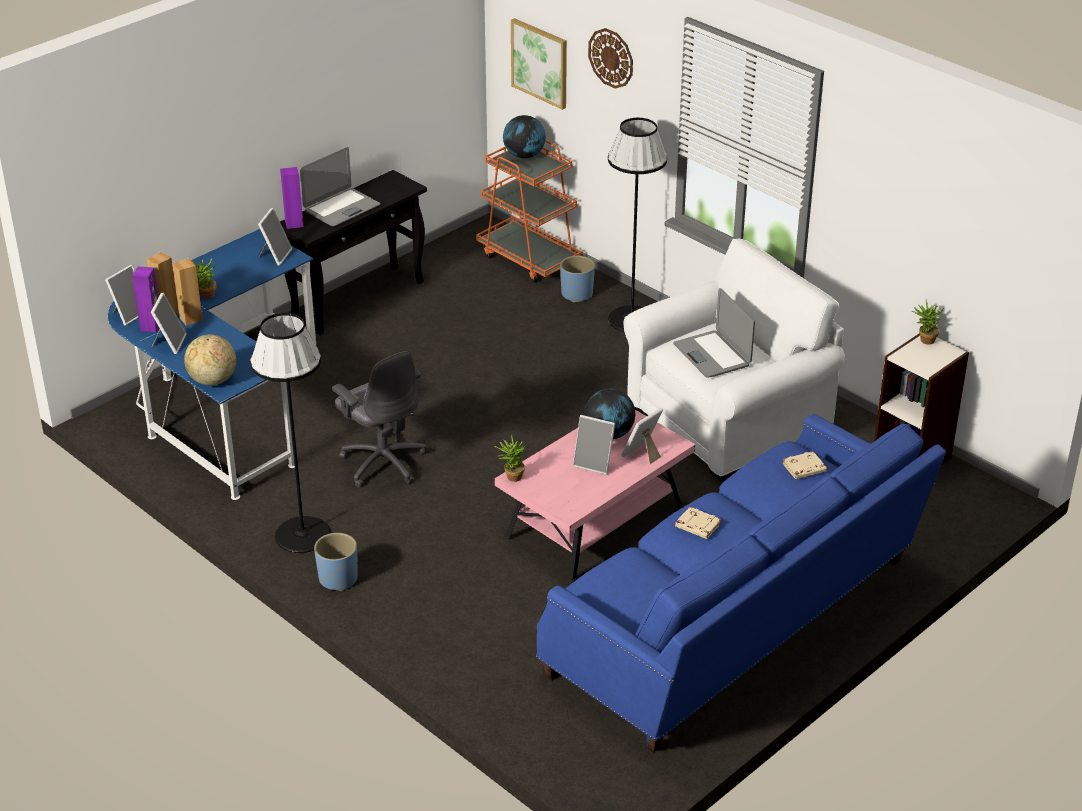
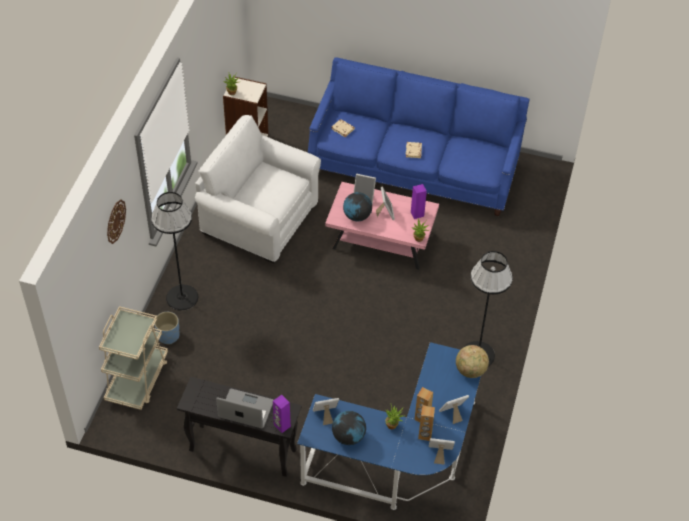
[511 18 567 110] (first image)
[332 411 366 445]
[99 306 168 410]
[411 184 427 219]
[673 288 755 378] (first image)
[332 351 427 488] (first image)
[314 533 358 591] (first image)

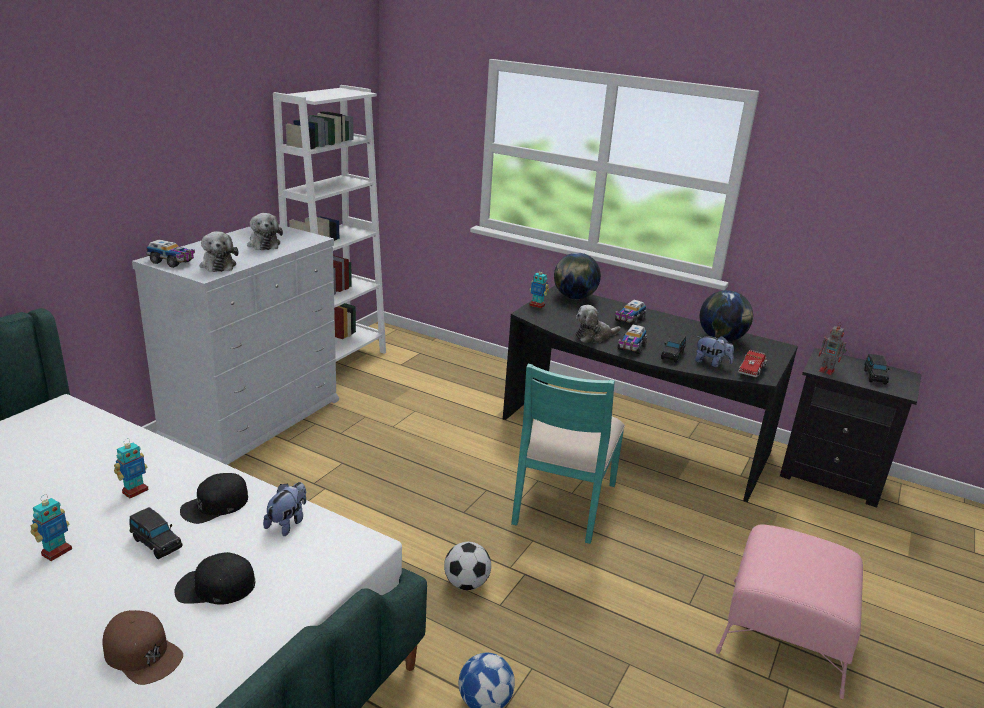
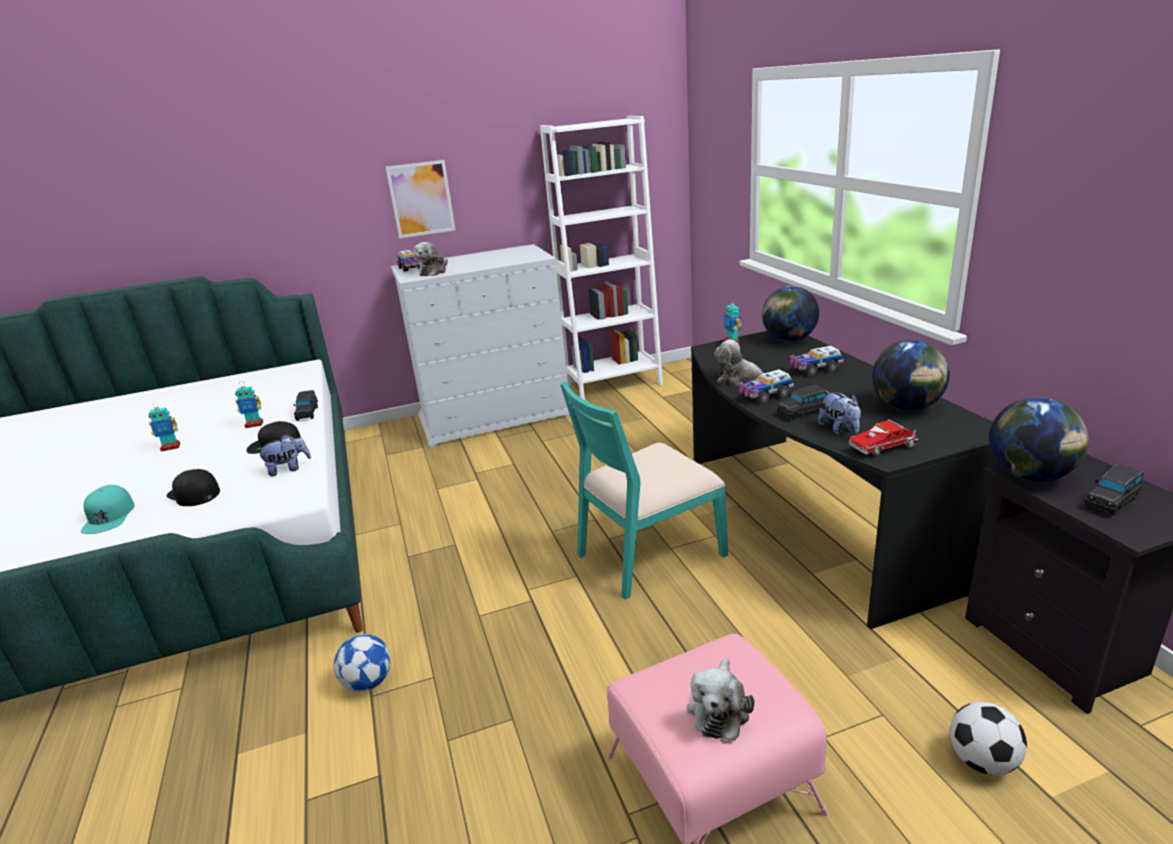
[687 658 754 741]
[989 397 1089 482]
[294 390 318 421]
[950 702 1027 775]
[81 485 135 534]
[386 160 455 238]

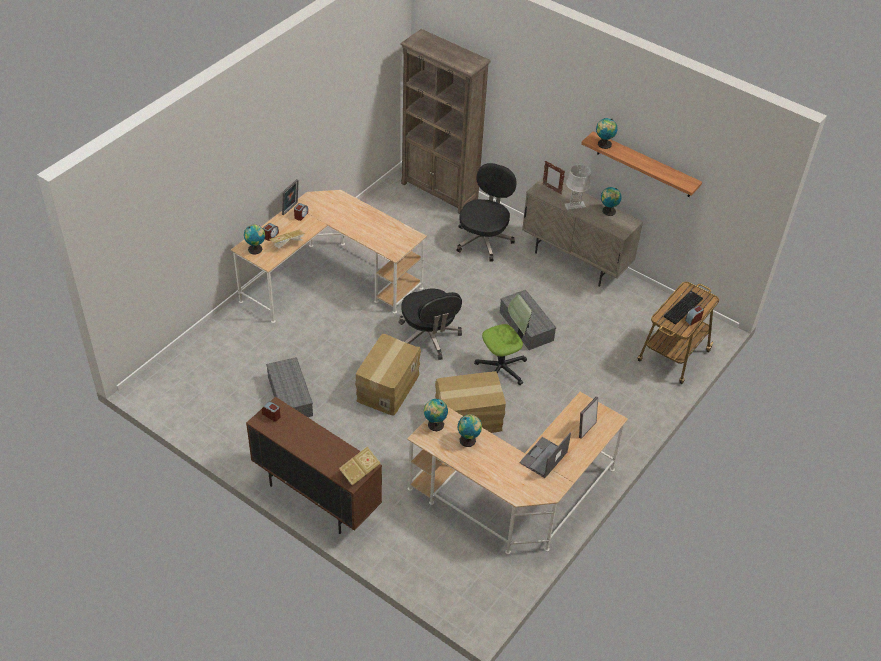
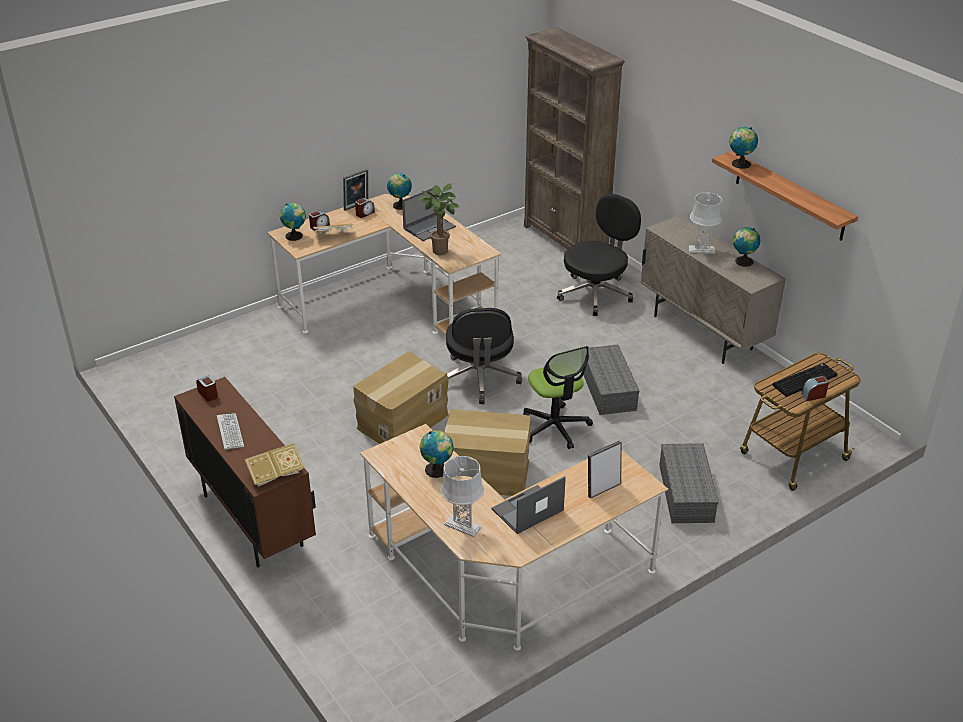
[543 161 565 194] (first image)
[523 346 593 449]
[659 443 719 523]
[387 173 412 210]
[418 183 460 255]
[402 188 456 241]
[217 413 244 450]
[440 456 484 537]

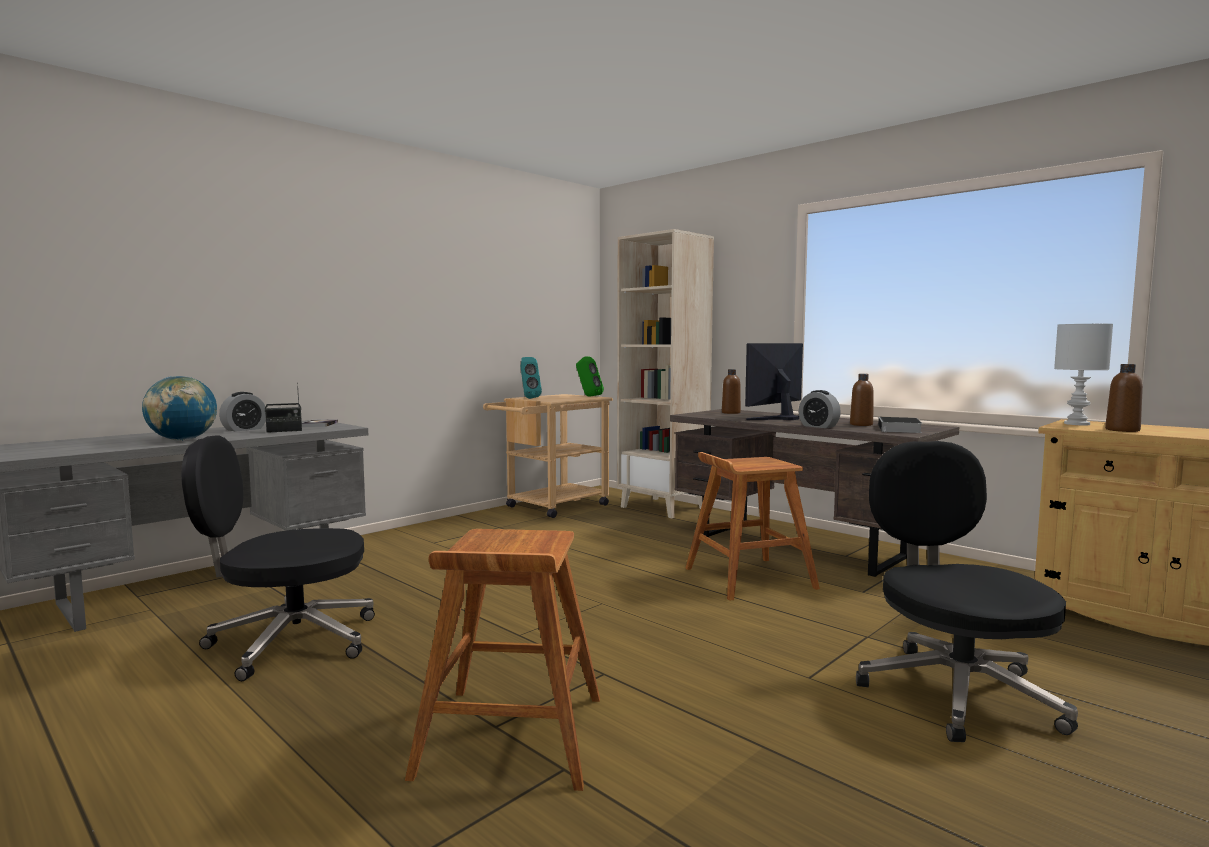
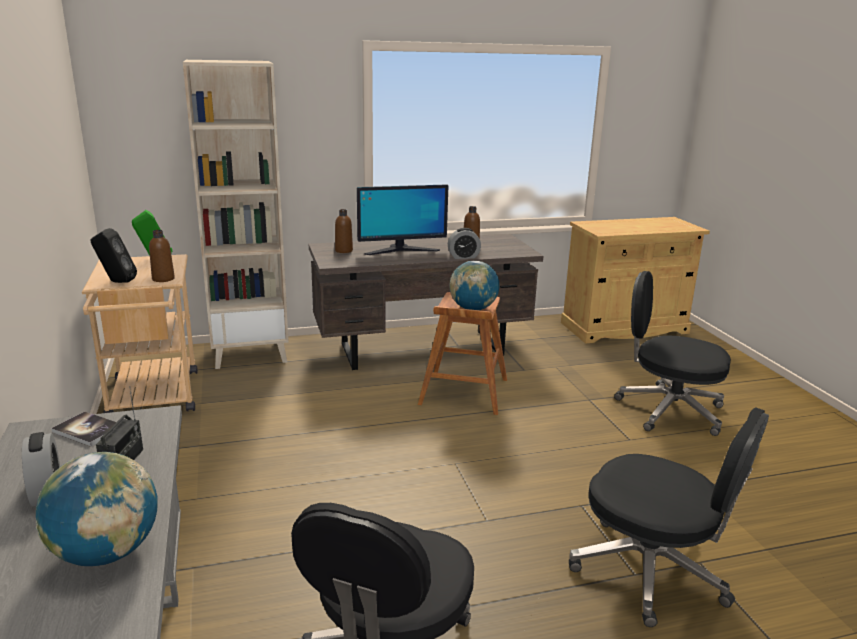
[1054 324 1113 425] (first image)
[357 184 448 255]
[91 228 137 283]
[149 230 175 282]
[878 417 922 433] (first image)
[569 408 769 627]
[449 261 500 310]

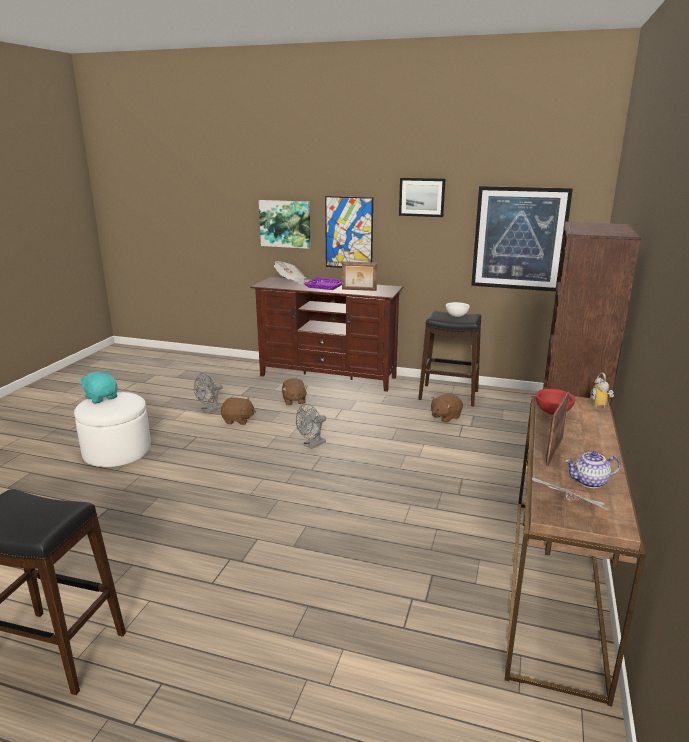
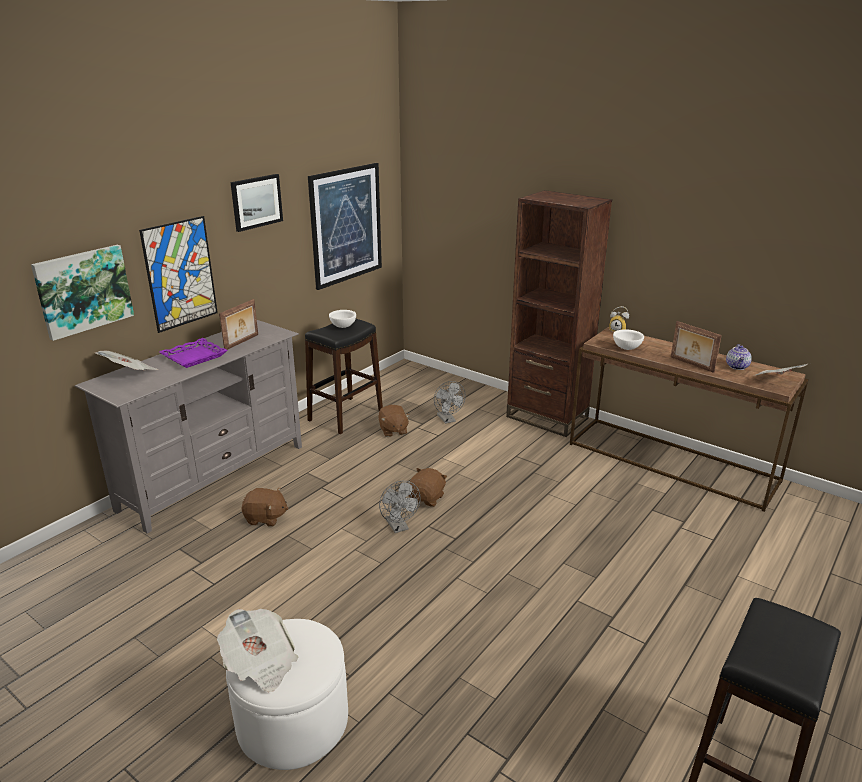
[75 320 302 534]
[217 609 299 692]
[434 381 466 424]
[613 329 644 350]
[409 468 447 507]

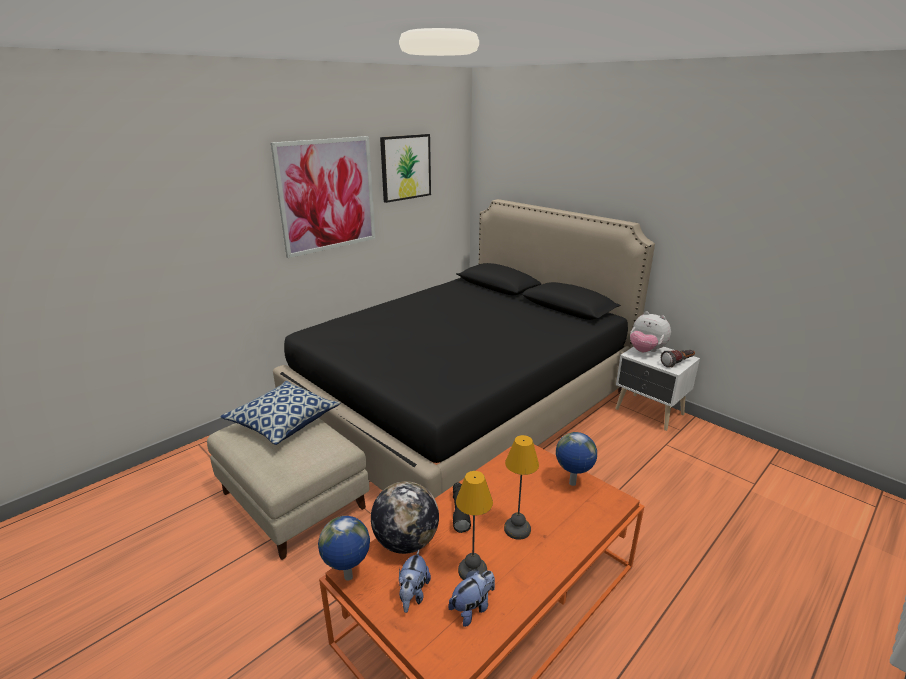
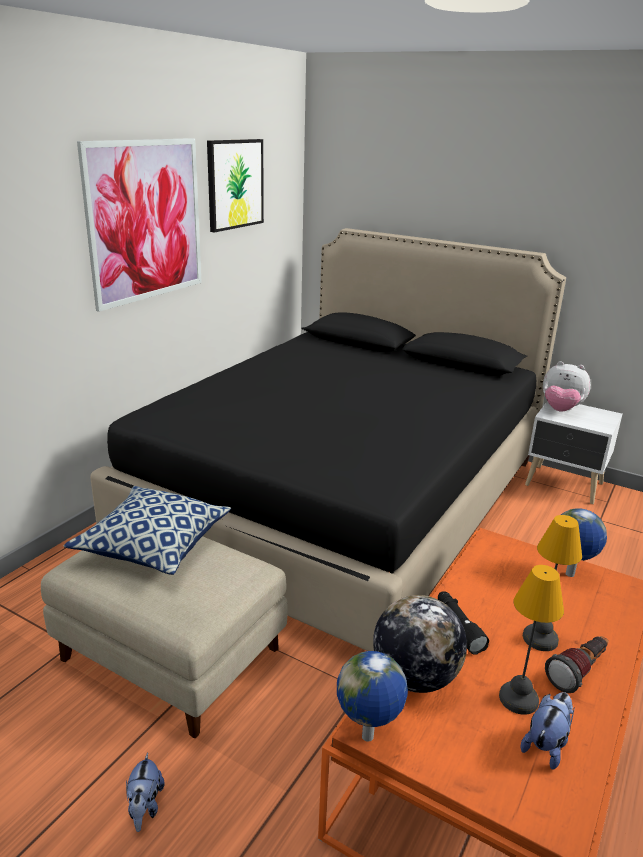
[545 636 608 693]
[126 752 165 832]

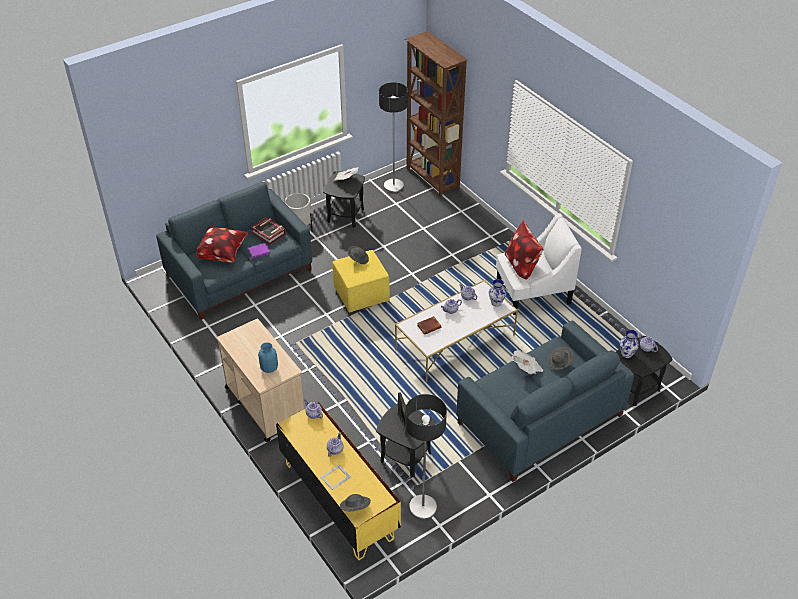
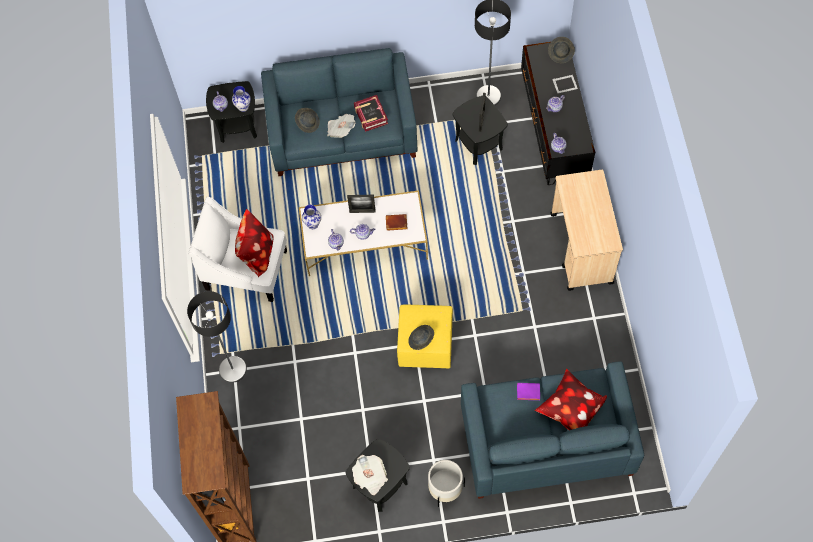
[187 291 247 383]
[354 95 388 132]
[258 342 278 373] (first image)
[521 42 595 185]
[347 195 376 213]

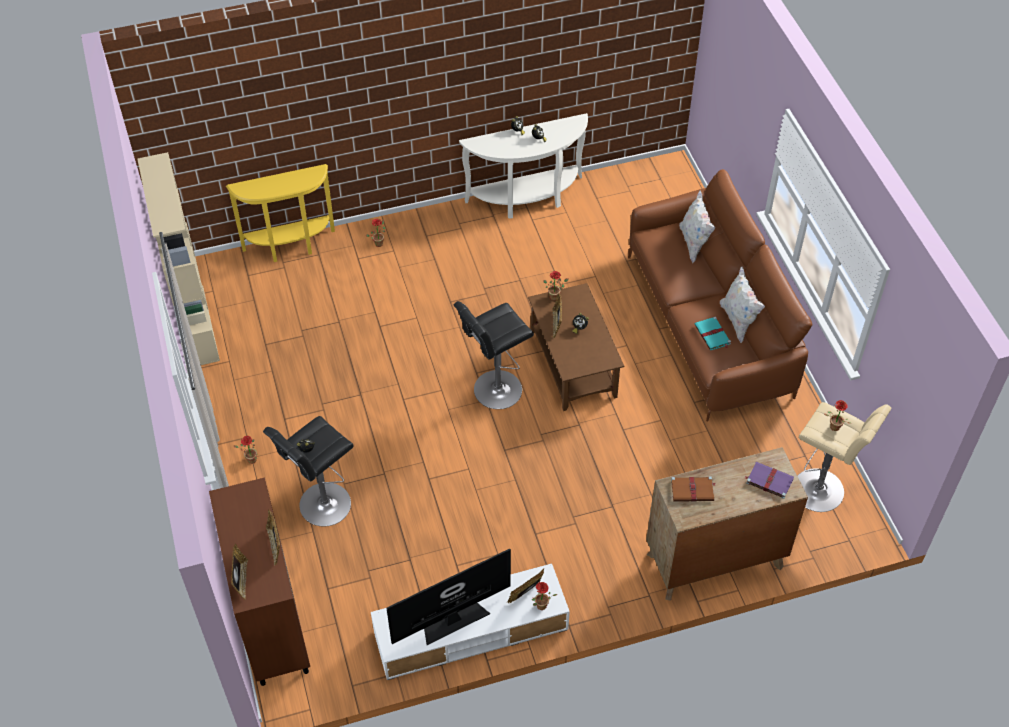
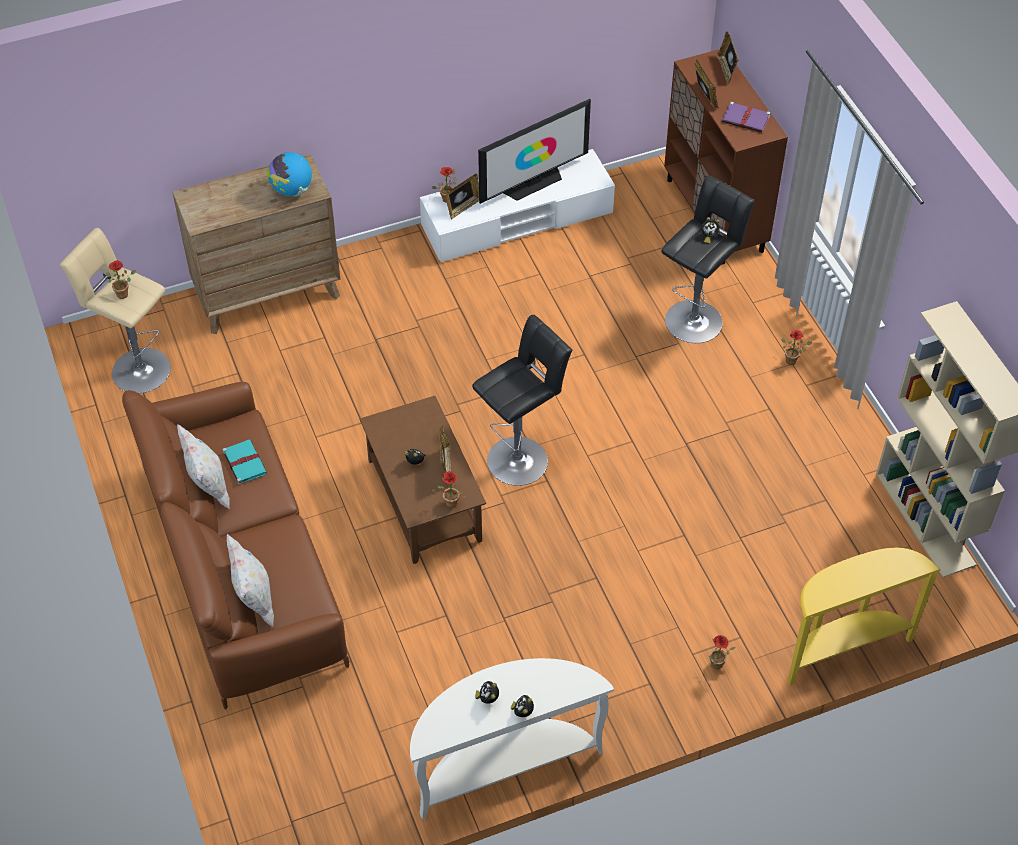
[722 102 772 133]
[267 152 312 196]

